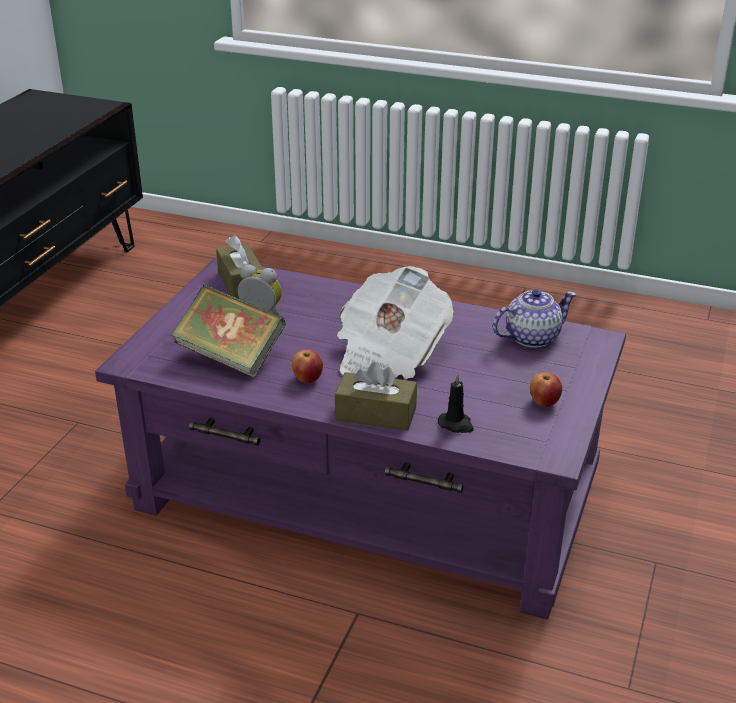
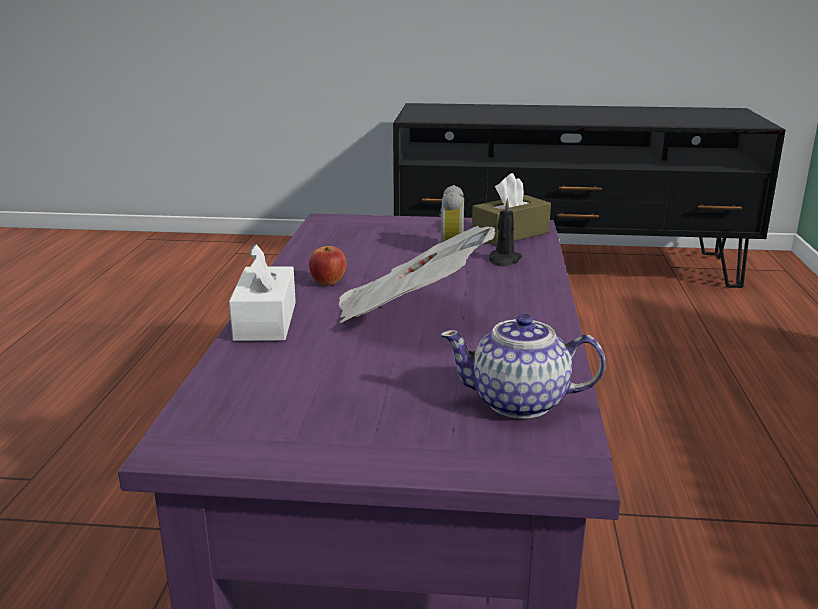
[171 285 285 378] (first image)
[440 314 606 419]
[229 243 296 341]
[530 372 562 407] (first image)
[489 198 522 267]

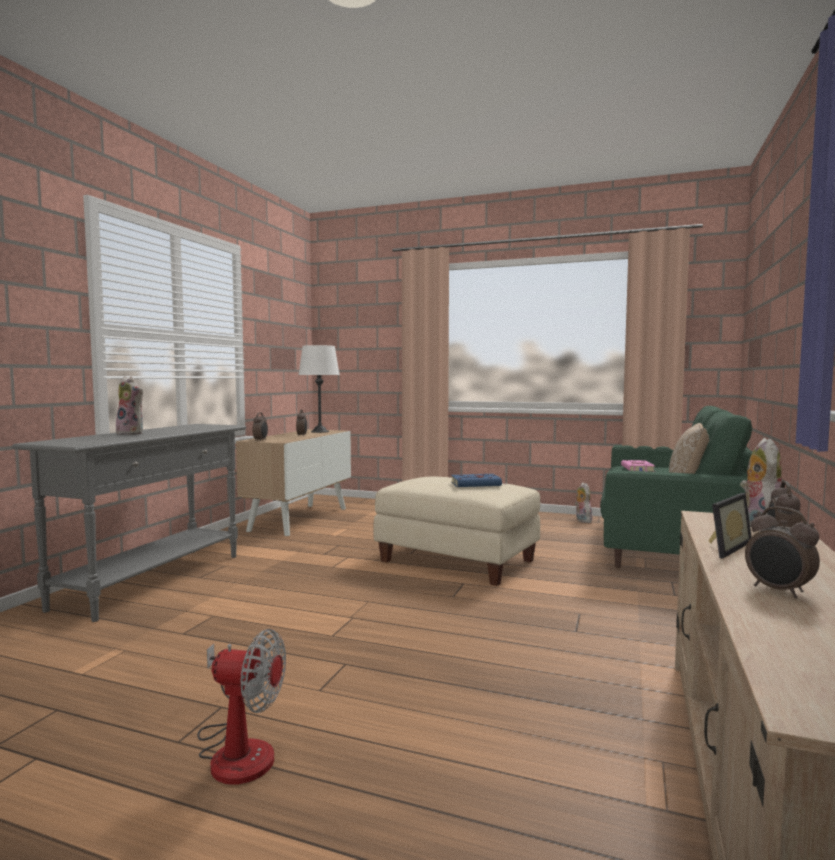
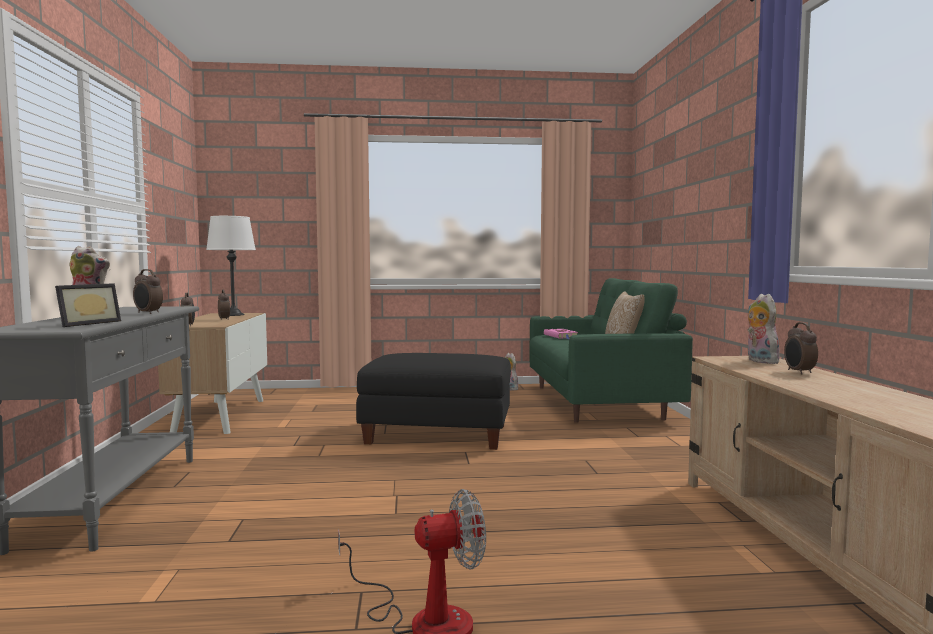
[451 474 502 487] (first image)
[356 353 511 450]
[55 283 121 327]
[133 269 163 314]

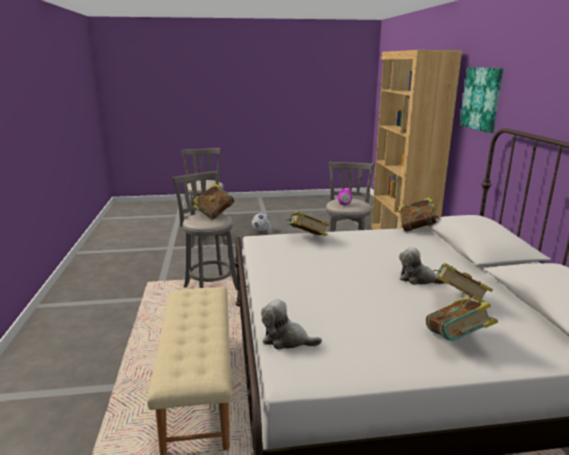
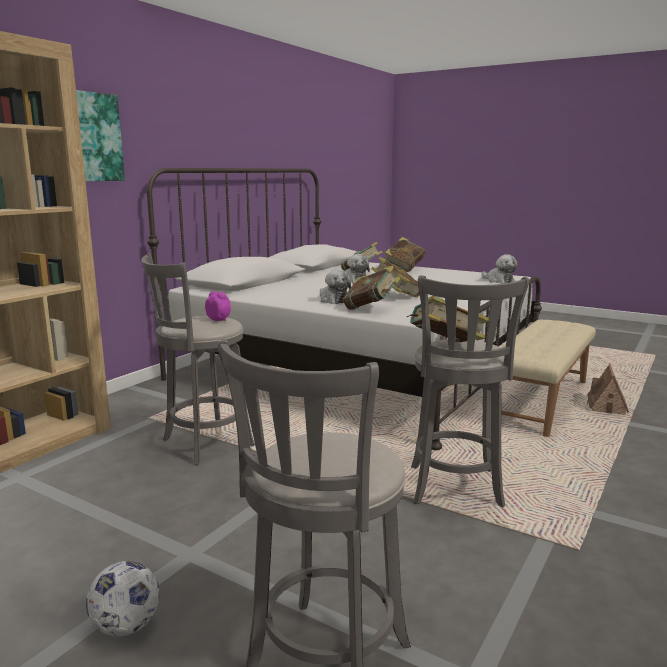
[371 257 420 298]
[320 269 351 304]
[587 363 629 415]

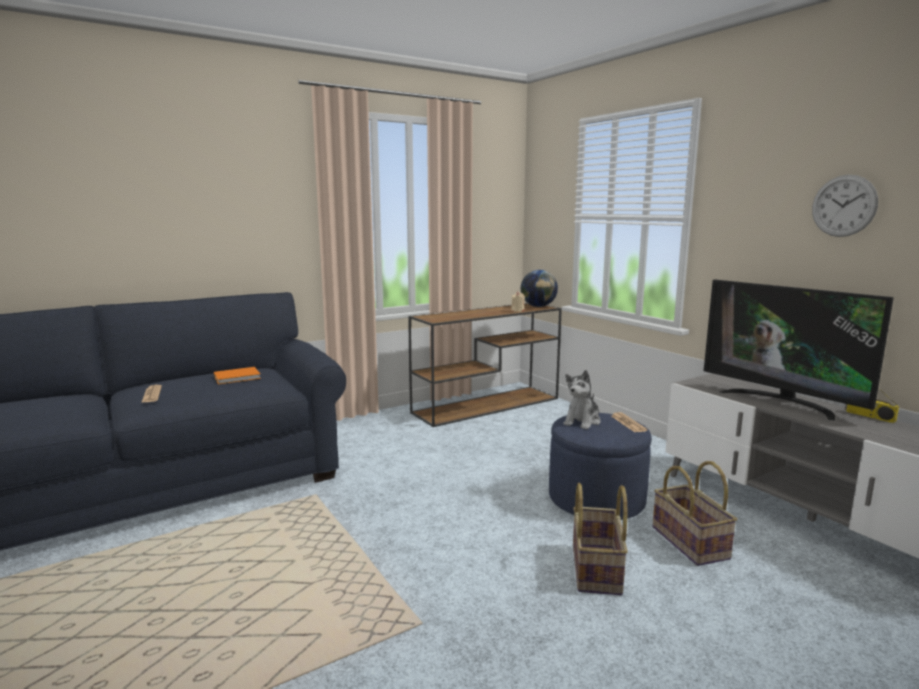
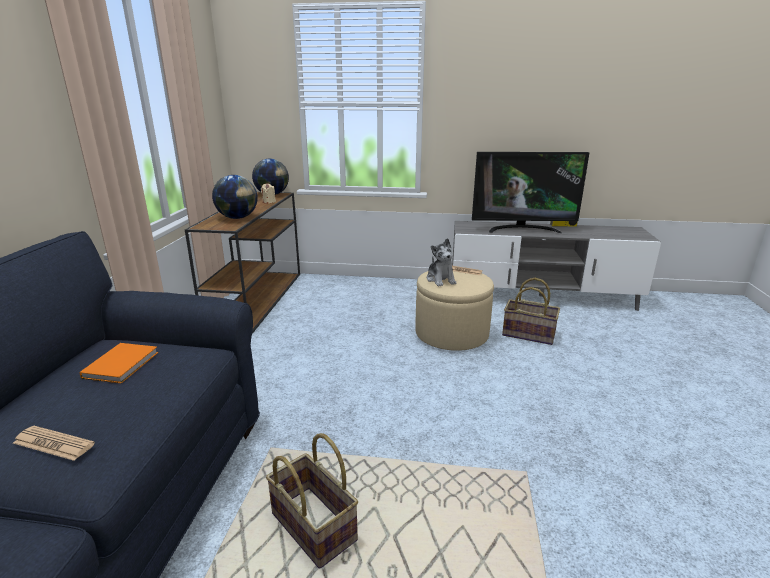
[812 175 878 237] (first image)
[416 271 494 351]
[266 433 358 569]
[212 175 258 219]

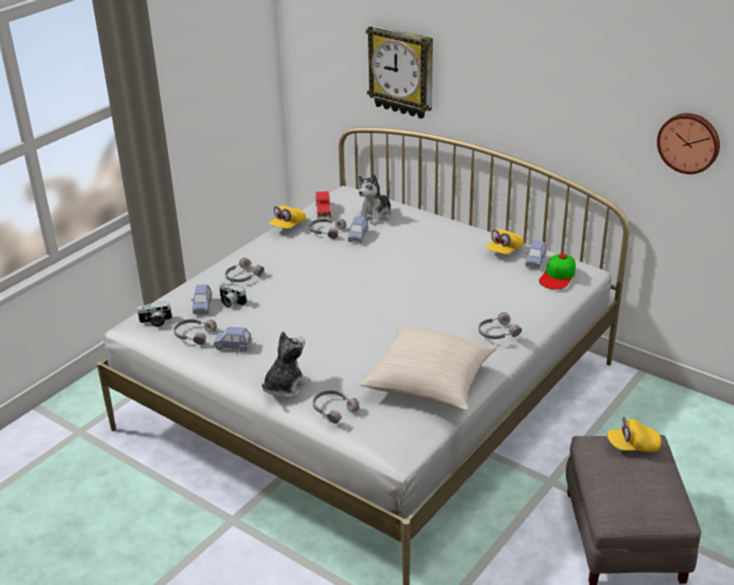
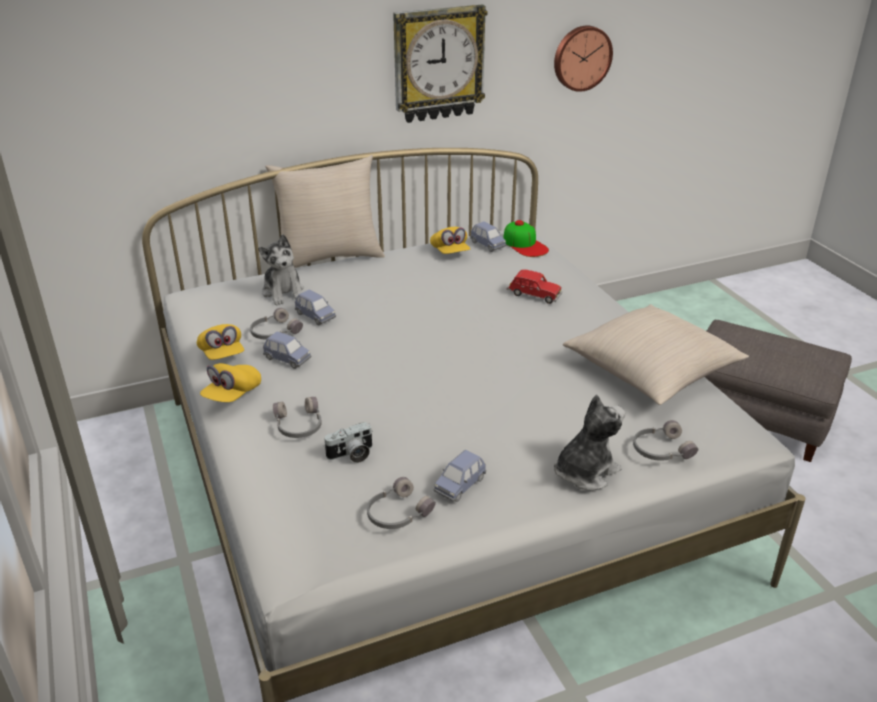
[393 4 487 123]
[507 269 562 304]
[263 331 312 369]
[137 302 172 327] (first image)
[478 312 522 339] (first image)
[554 395 625 490]
[200 363 261 402]
[265 155 385 268]

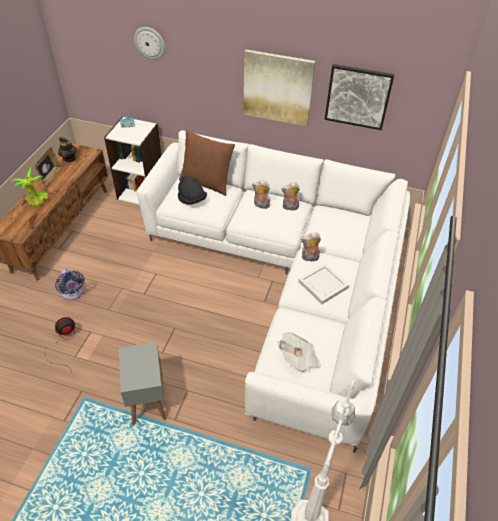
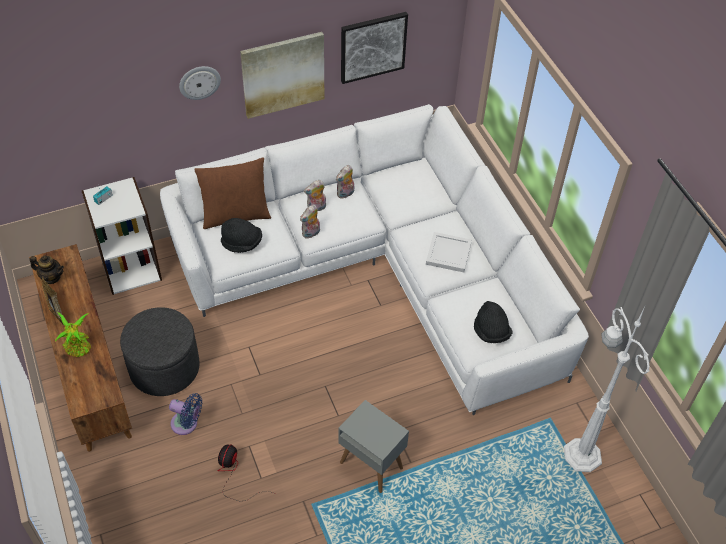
[179 66 221 100]
[300 205 320 239]
[474 301 513 343]
[120 307 200 396]

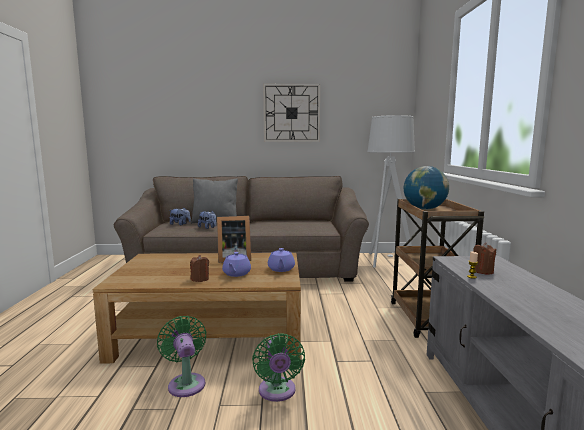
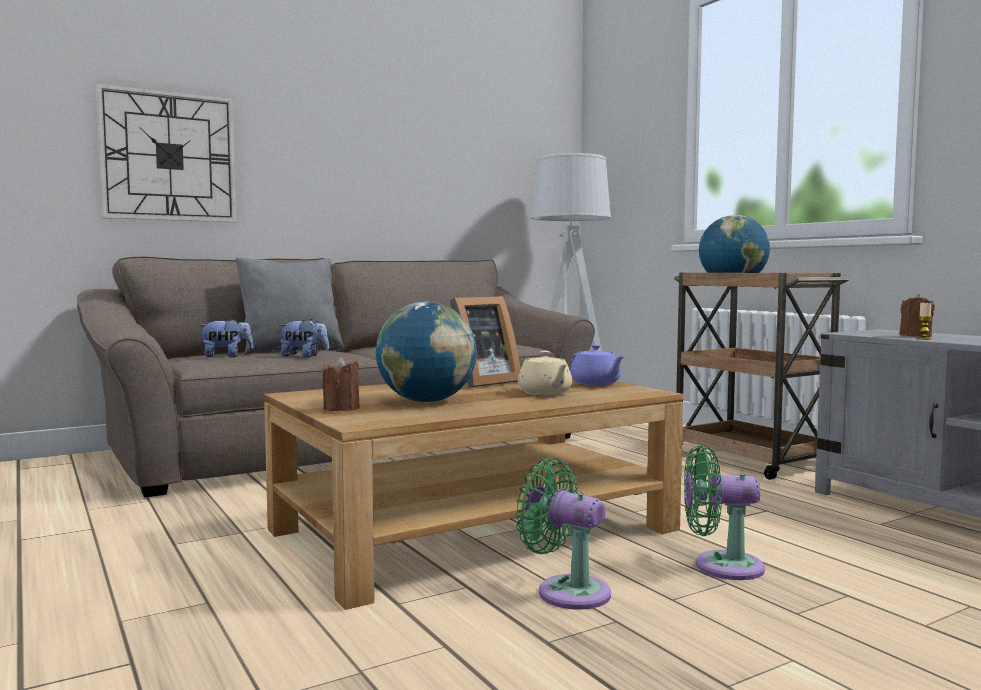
[96 83 237 222]
[518 351 572 395]
[322 356 360 411]
[684 445 765 580]
[376 302 477 403]

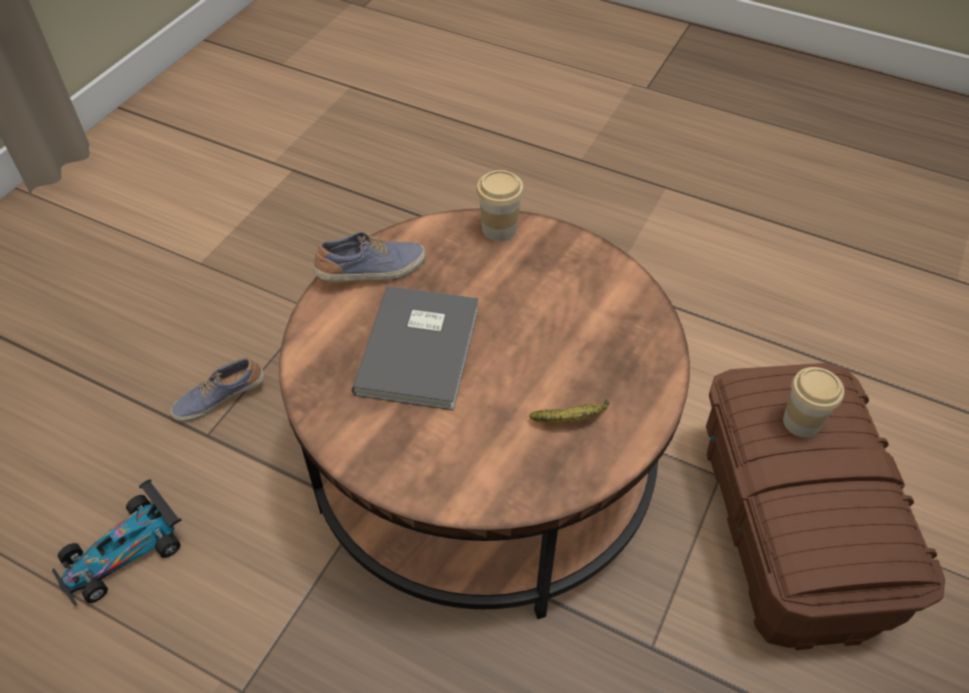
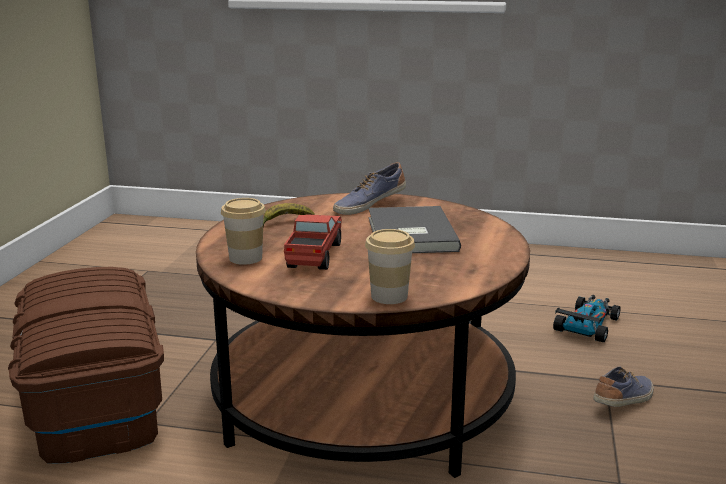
[333 162 406 215]
[221 198 266 265]
[284 214 342 270]

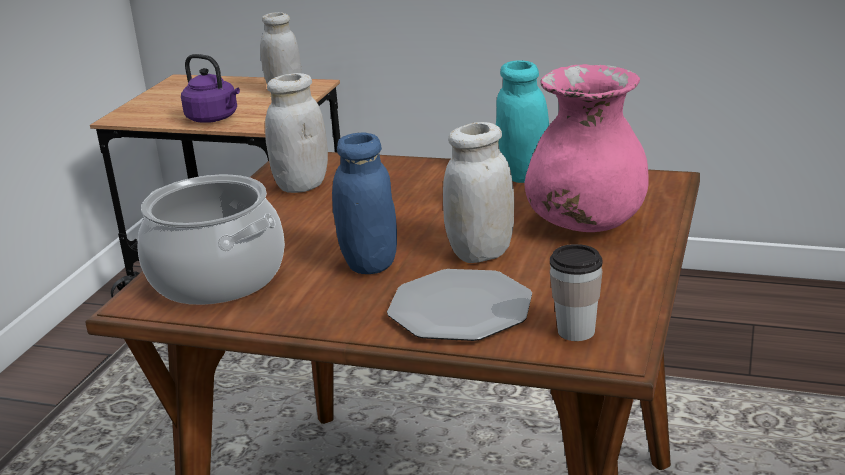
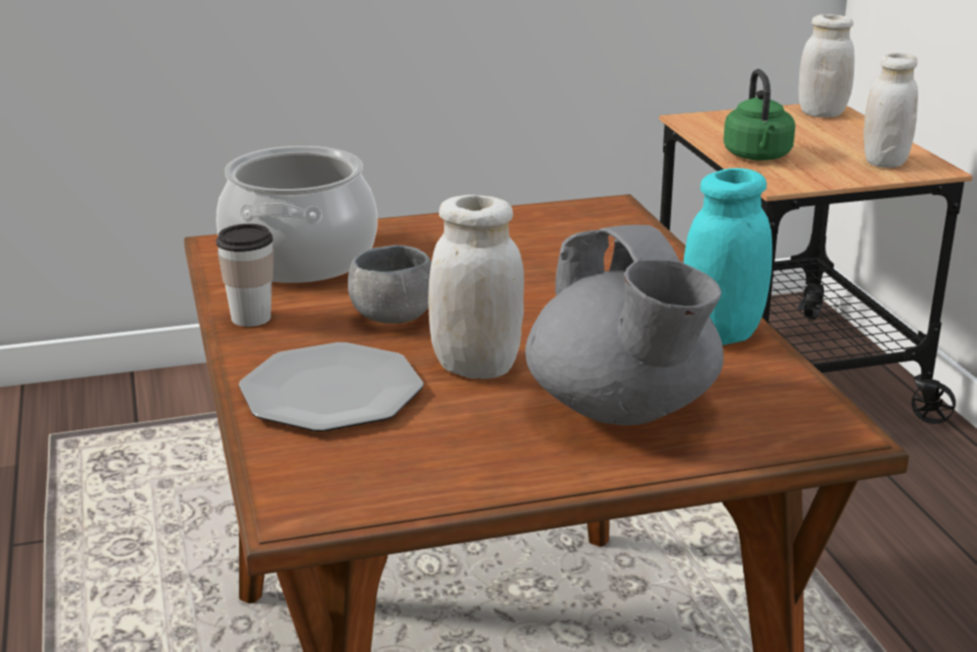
[723 69 795 161]
[525 225 724 425]
[799 14 855 118]
[348 245 431 323]
[216 224 274 327]

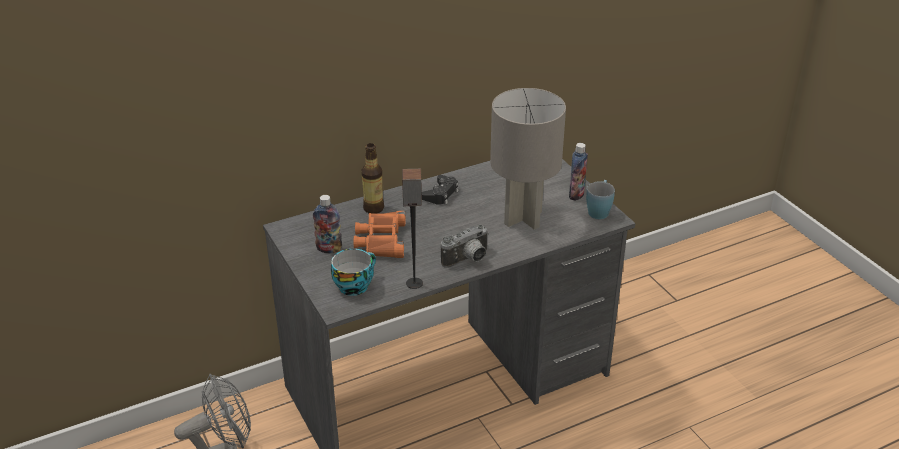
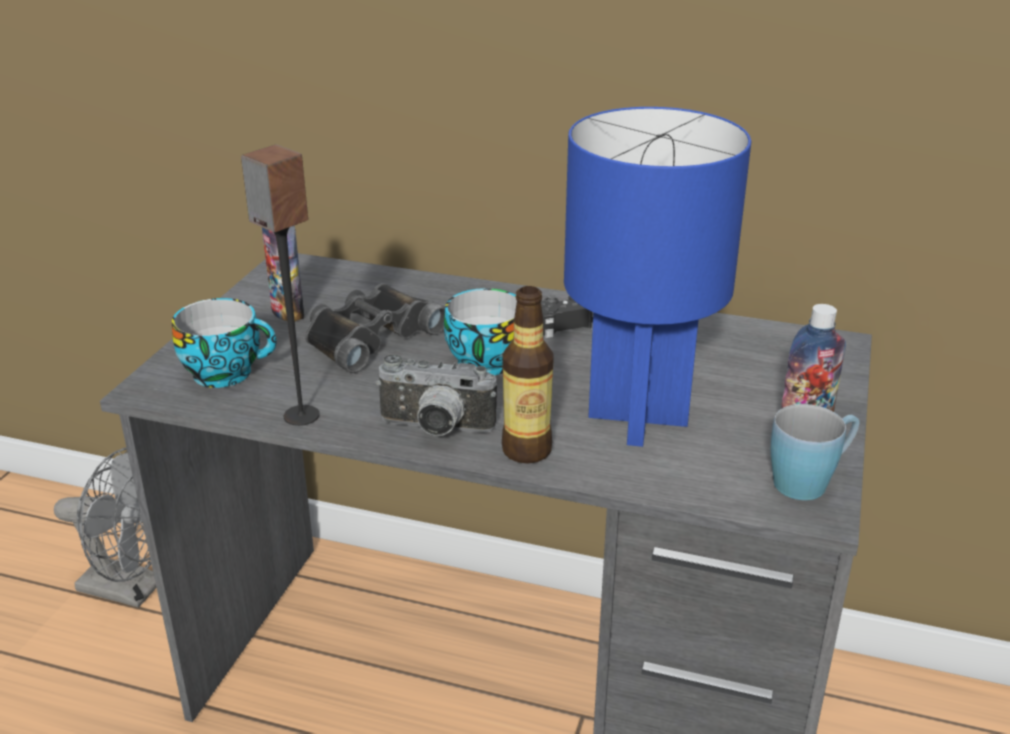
[564 107 752 447]
[502 286 554 464]
[305 283 445 373]
[444 288 517 375]

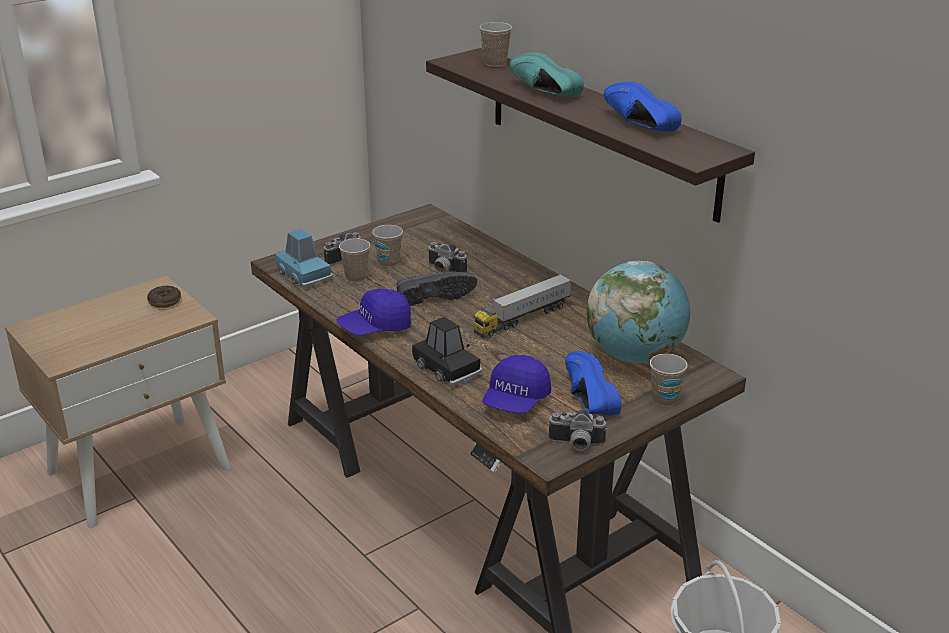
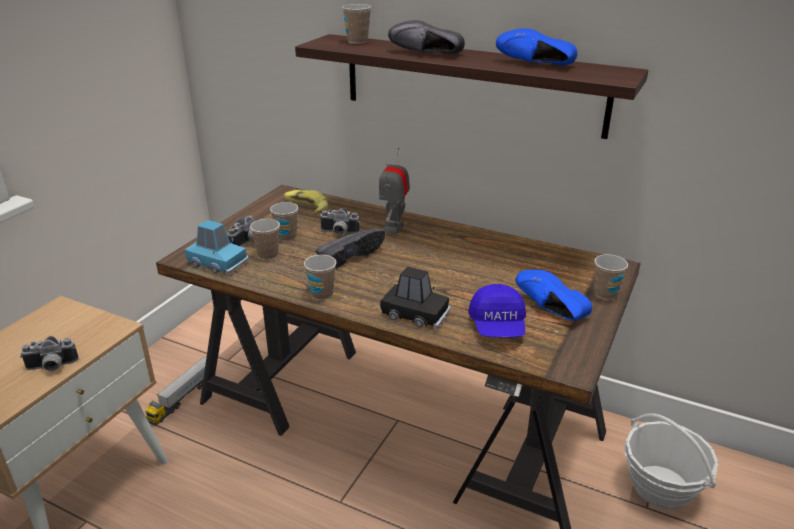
[388 20 465 54]
[587 261 690 363] (first image)
[145 357 206 426]
[147 286 181 308] (first image)
[304 255 336 300]
[20 336 79 371]
[379 148 410 235]
[284 190 328 213]

